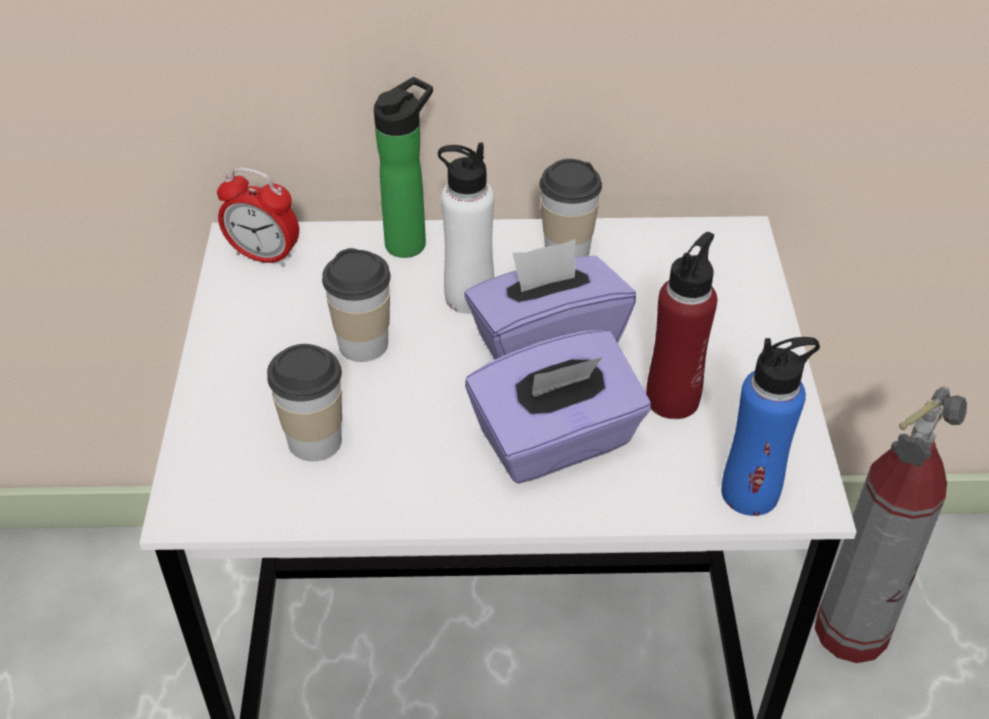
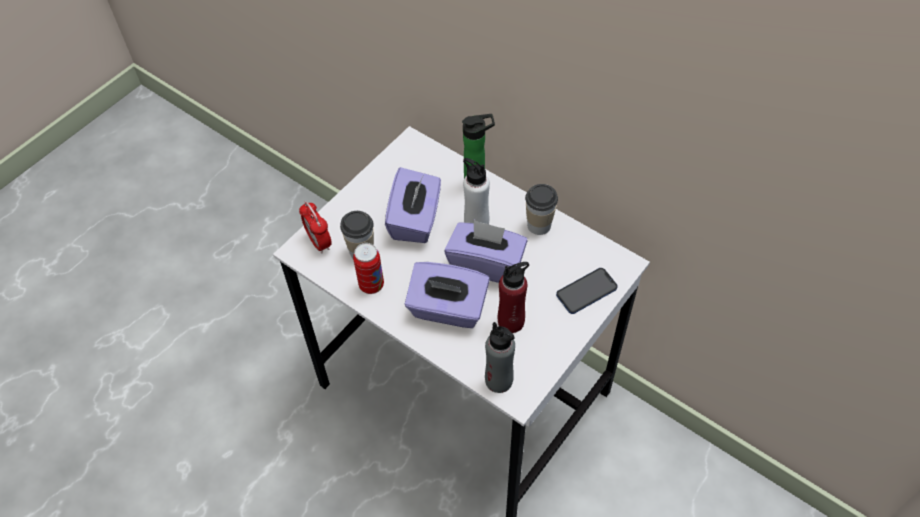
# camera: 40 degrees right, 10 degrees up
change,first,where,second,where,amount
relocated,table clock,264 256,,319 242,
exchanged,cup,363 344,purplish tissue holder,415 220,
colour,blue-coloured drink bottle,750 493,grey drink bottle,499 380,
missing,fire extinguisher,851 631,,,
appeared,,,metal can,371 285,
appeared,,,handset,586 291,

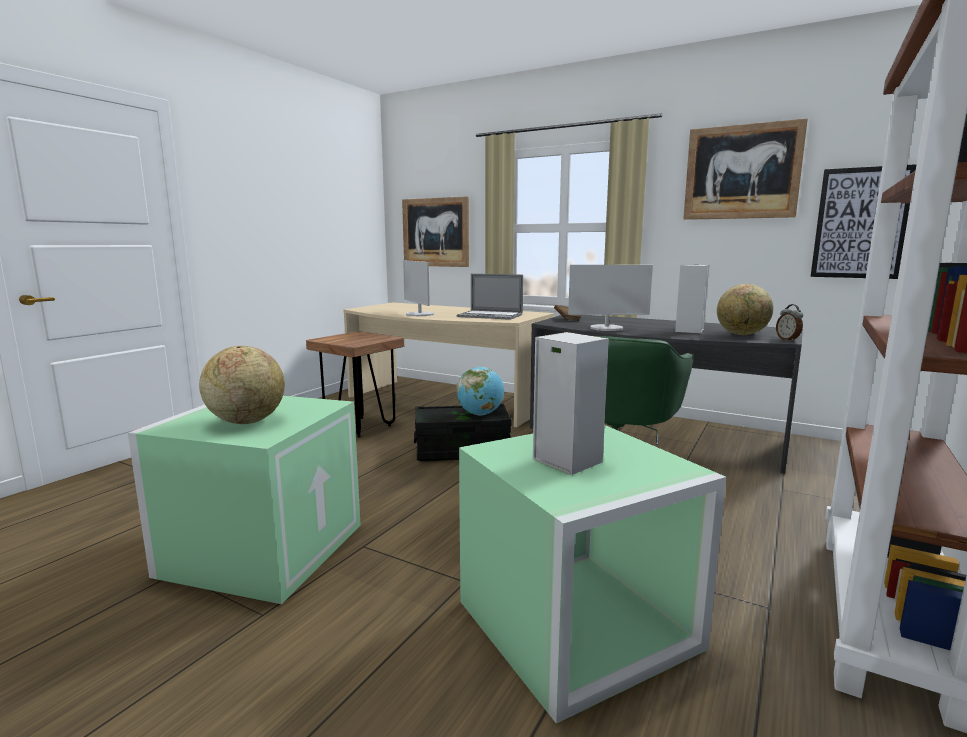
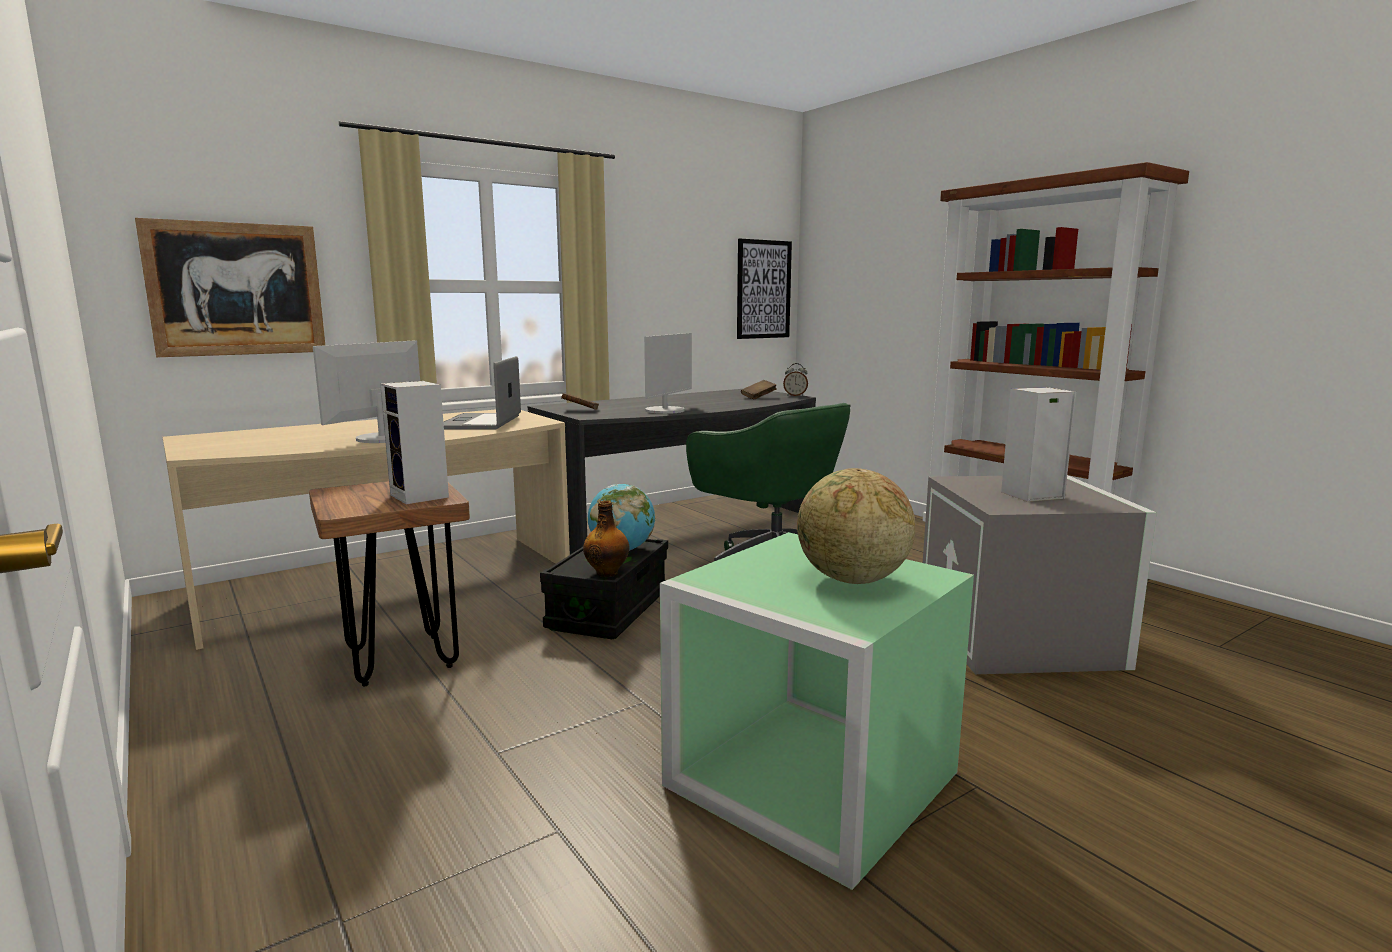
# camera: 65 degrees left, 0 degrees up
change,first,where,second,where,amount
missing,wall art,741 172,,,
spun,computer screen,419 314,,381 438,120 degrees clockwise
relocated,speaker,690 331,,421 496,
spun,notebook computer,490 316,,480 422,135 degrees clockwise
exchanged,desk globe,742 334,brown-coloured volume,758 397,
colour,green storage bin,576 626,grey storage bin,1021 638,
appeared,,,drink bottle,607 573,

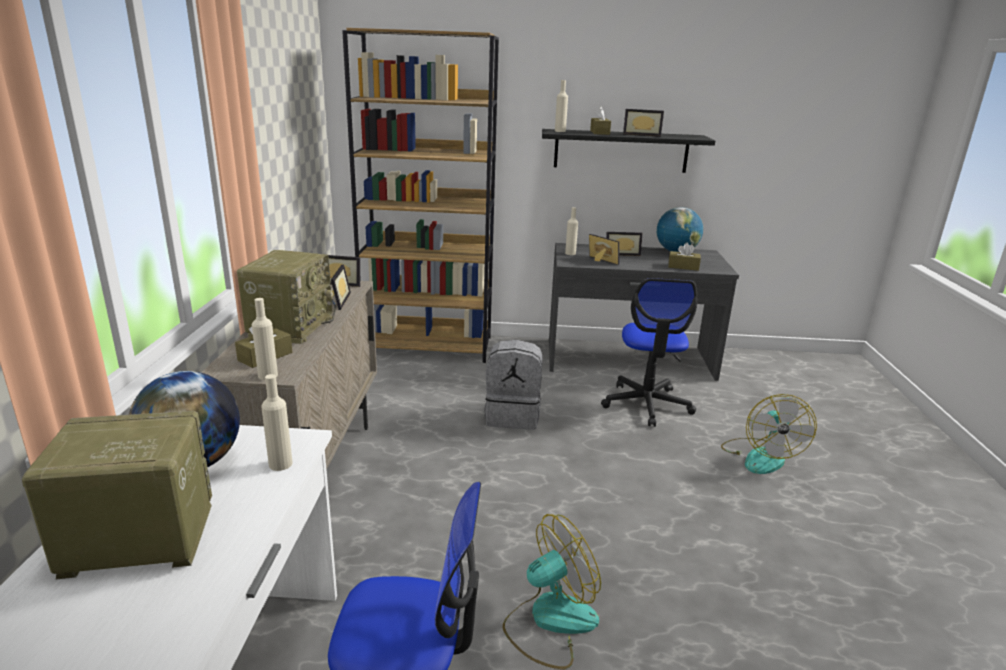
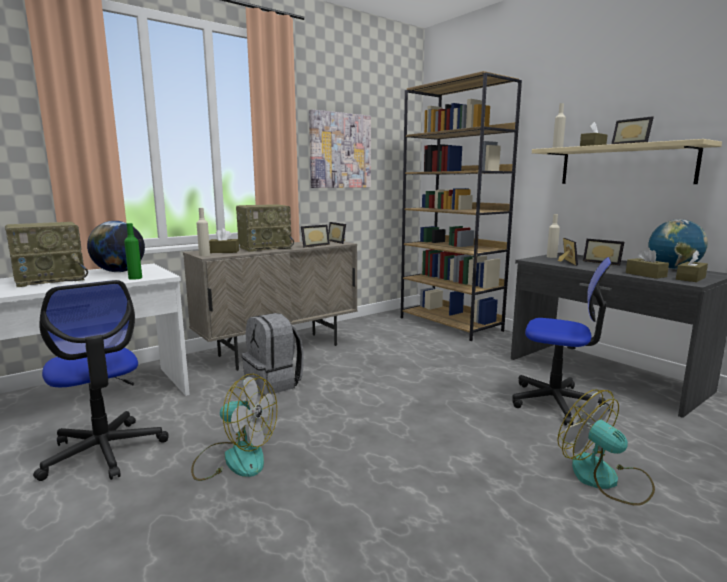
# camera: 50 degrees right, 10 degrees down
change,first,where,second,where,amount
colour,black bracket shelf,621 151,sand-coloured bracket shelf,625 165,
spun,office chair,646 404,,556 402,120 degrees counterclockwise
relocated,grey knapsack,513 416,,274 383,
colour,sand-coloured drink bottle,280 464,green drink bottle,135 278,
spun,fan,761 456,,605 479,90 degrees clockwise
spun,radio,136 541,,51 279,105 degrees clockwise
appeared,,,wall art,340 150,
appeared,,,brown-coloured tissue holder,690 278,

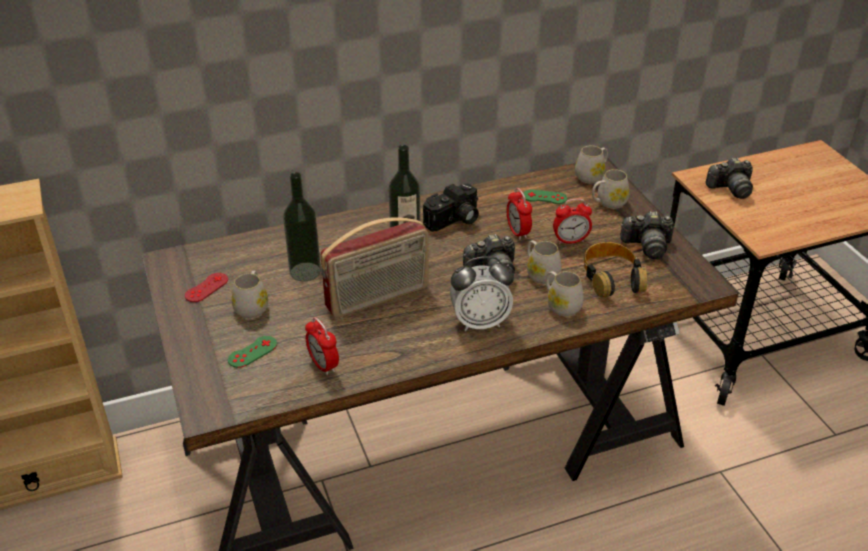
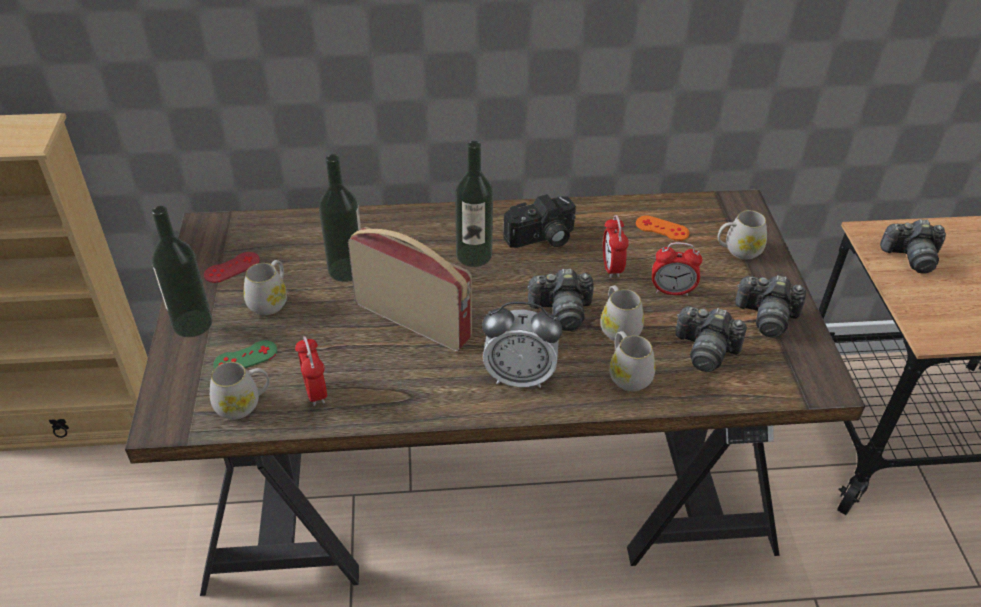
# camera: 15 degrees right, 5 degrees up
change,first,where,second,where,amount
relocated,whitish coffee mug,591 176,,243 404,
colour,green joypad,544 197,orange-coloured joypad,662 228,
spun,radio,378 298,,413 320,135 degrees counterclockwise
exchanged,pair of headphones,612 277,photo camera,705 350,
appeared,,,drink bottle,192 323,

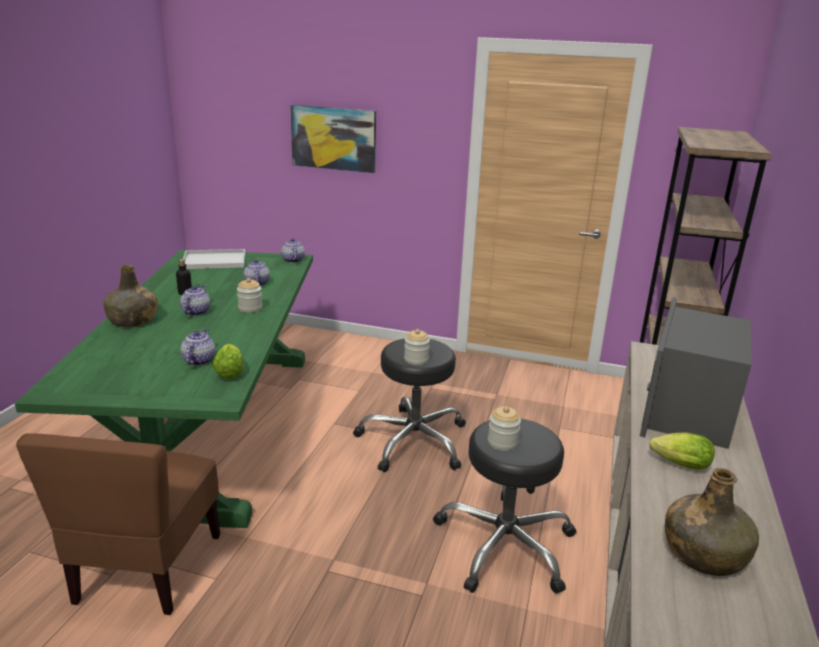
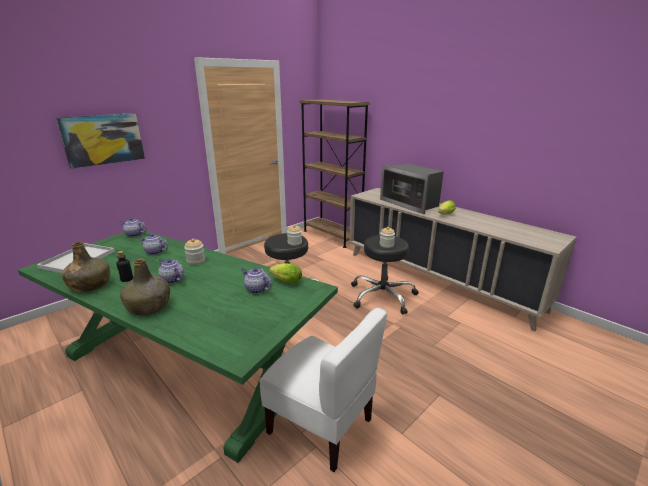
# camera: 60 degrees left, 0 degrees up
change,first,where,second,where,amount
colour,brown-coloured upright chair,147 568,whitish upright chair,321 425,
relocated,green drink bottle,703 554,,90 285,

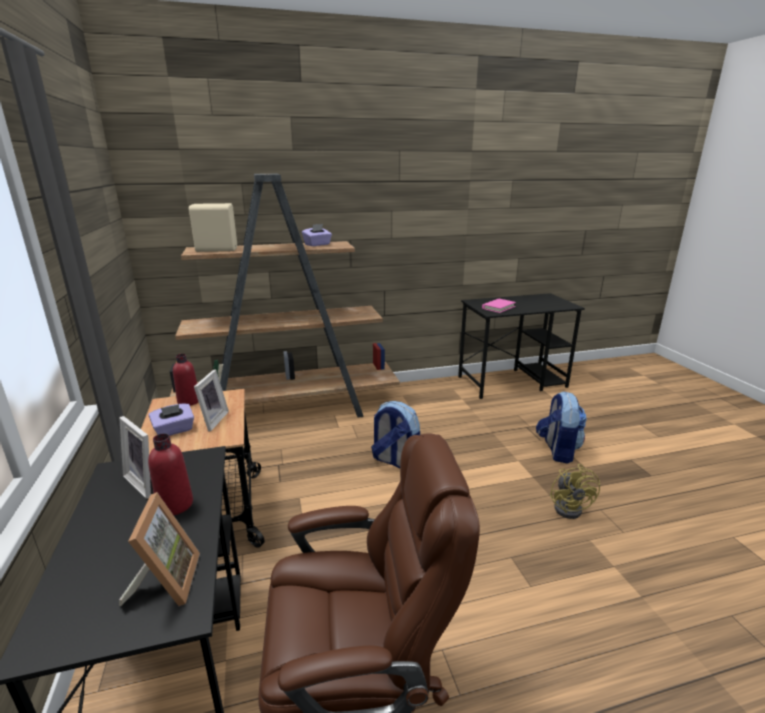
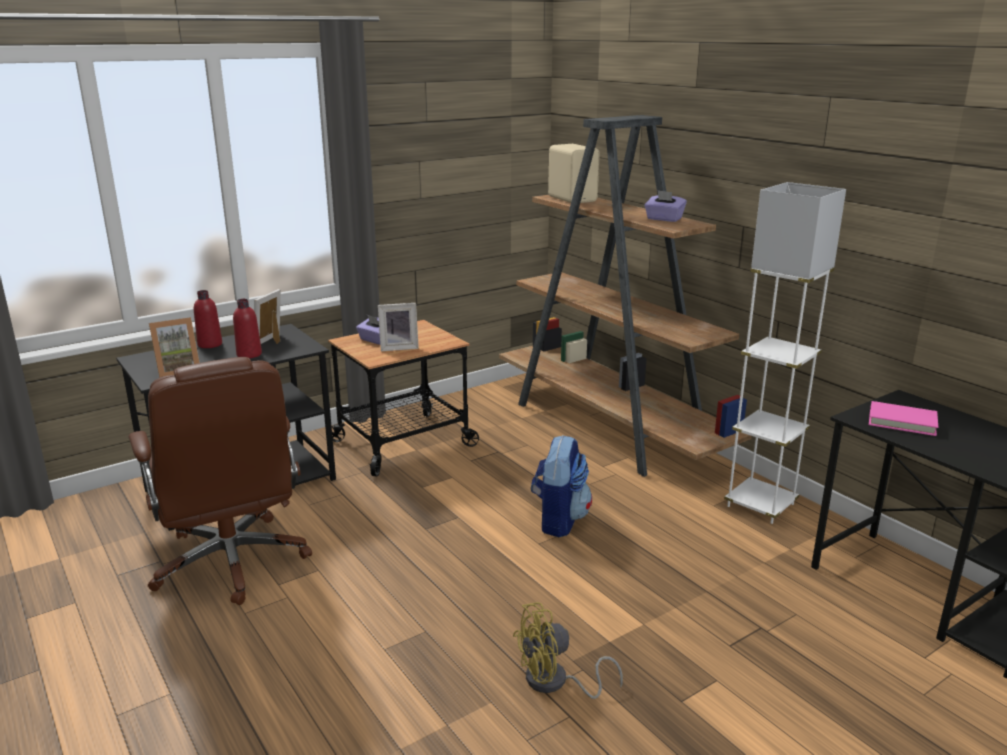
# camera: 70 degrees right, 0 degrees up
change,first,where,second,where,amount
relocated,red-coloured drink bottle,189 401,,210 344,
missing,knapsack,557 450,,,
appeared,,,whitish standard lamp,760 505,

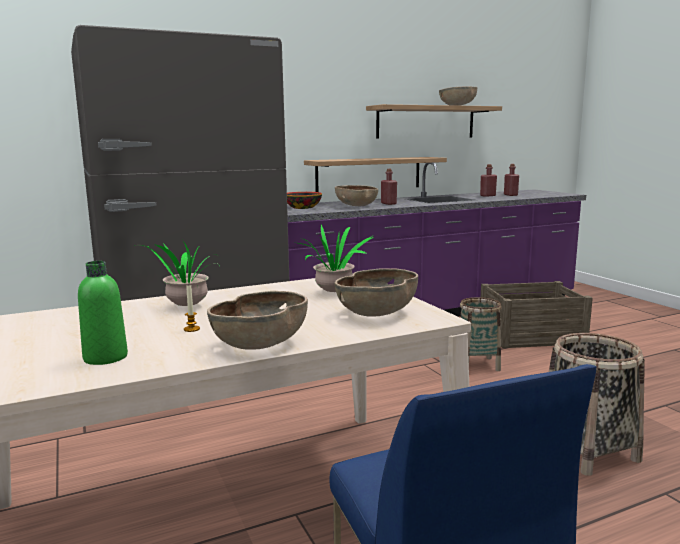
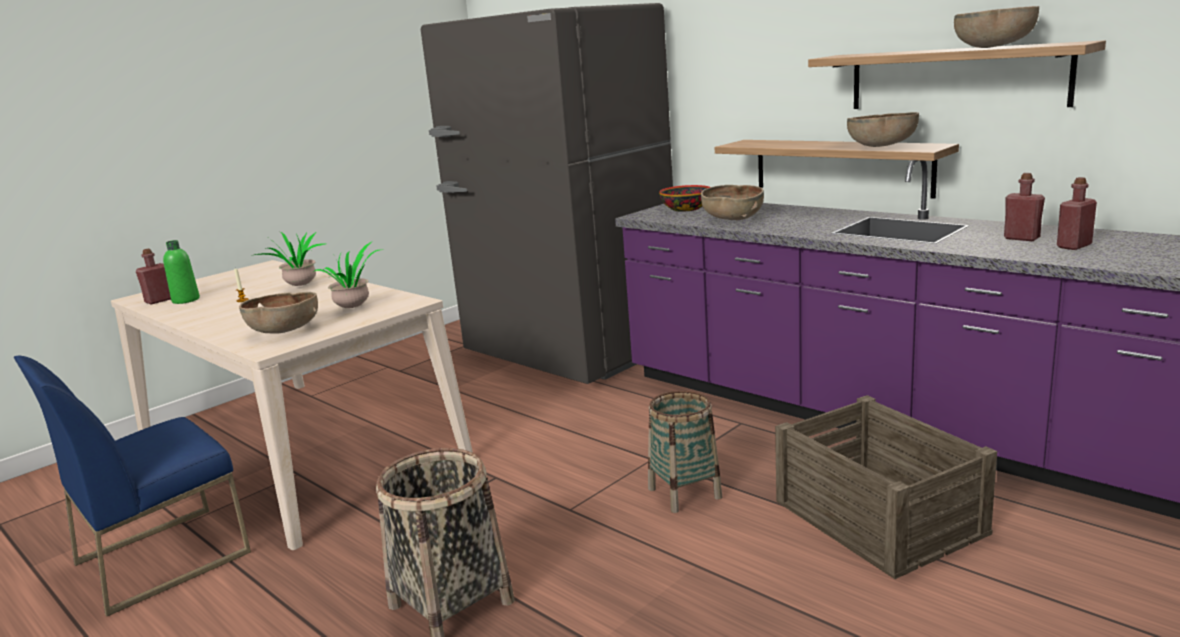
# camera: 70 degrees right, 5 degrees up
change,first,where,second,where,amount
relocated,red-coloured drink bottle,388 203,,159 300,
relocated,brown-coloured serving bowl,260 345,,882 146,

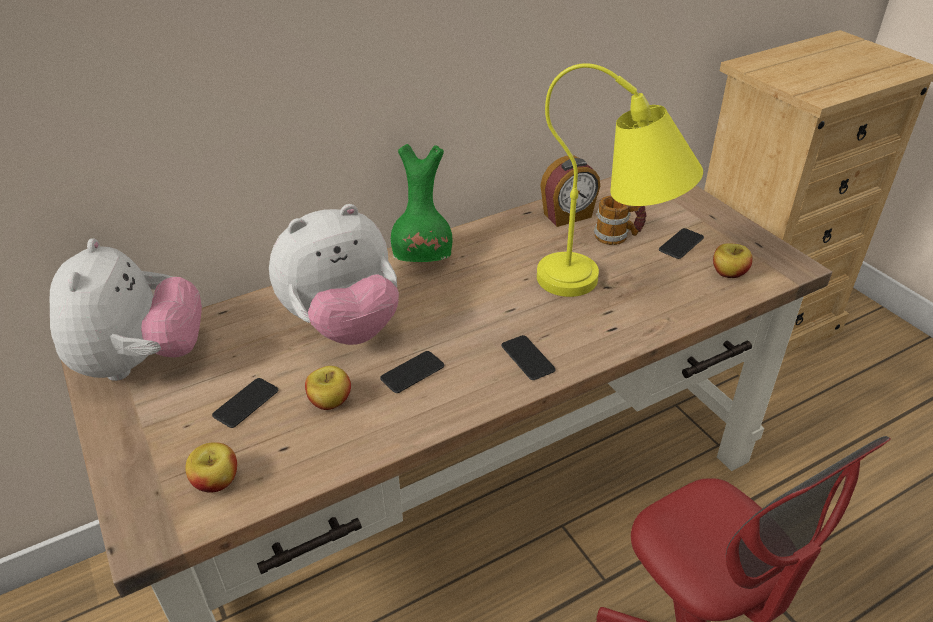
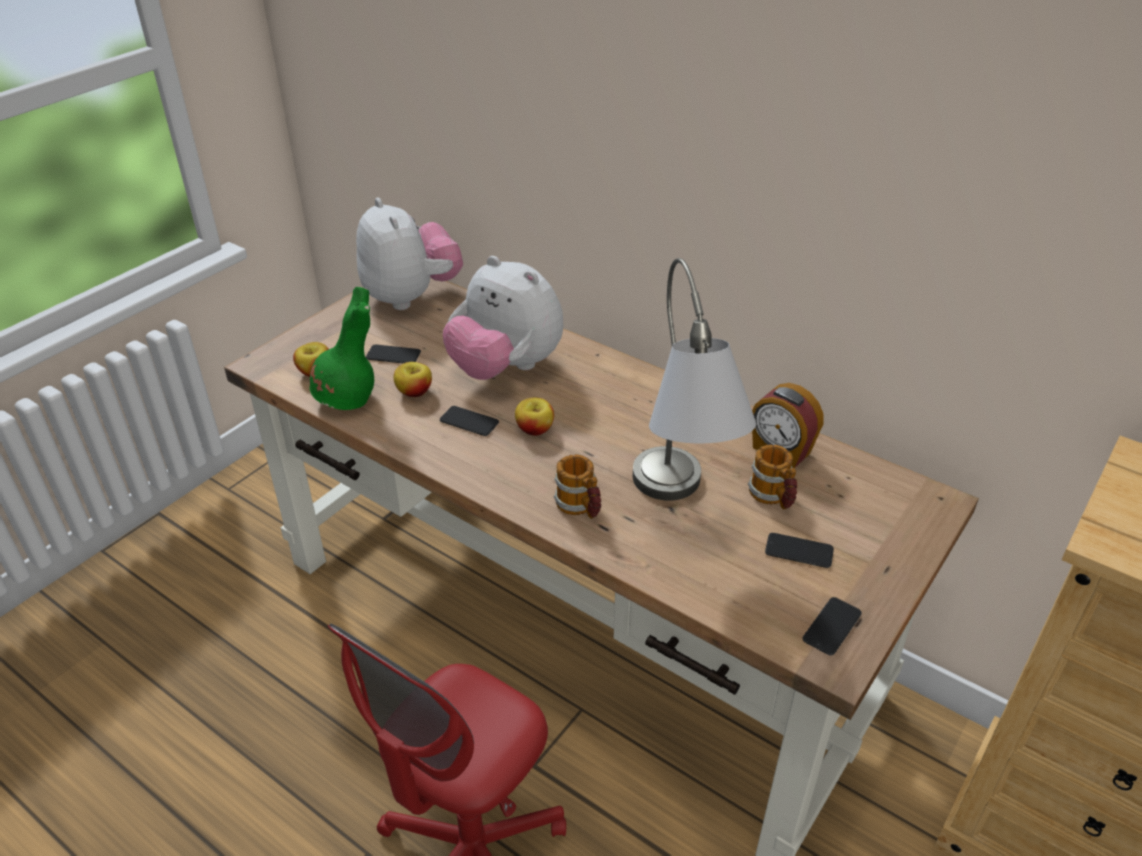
# camera: 65 degrees right, 0 degrees up
change,first,where,second,where,amount
colour,yellow table lamp,610 283,grey table lamp,679 509,
relocated,green decorative vase,424 258,,348 400,
spun,cuddly toy,142 362,,411 297,90 degrees counterclockwise
relocated,apple,728 273,,535 429,
relocated,handset,527 358,,832 627,
appeared,,,coffee mug,580 507,

